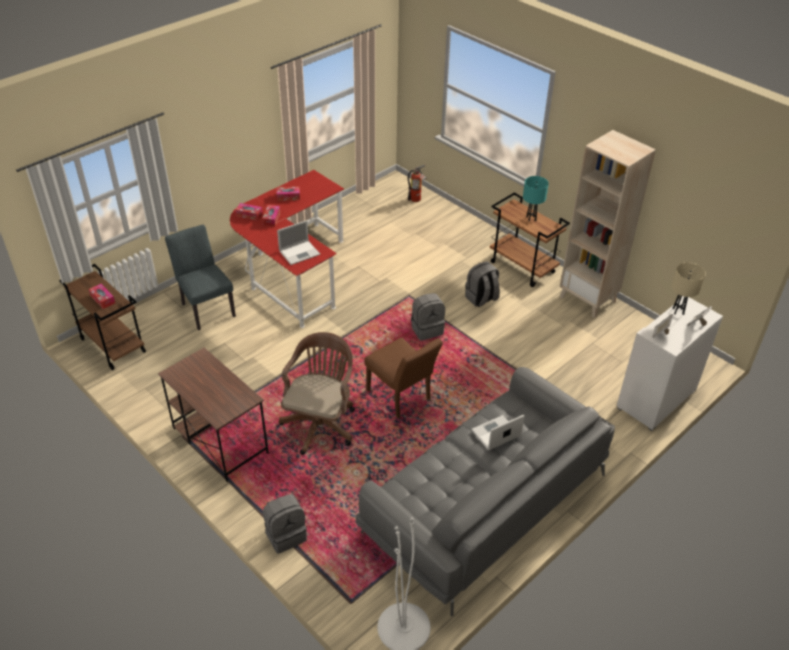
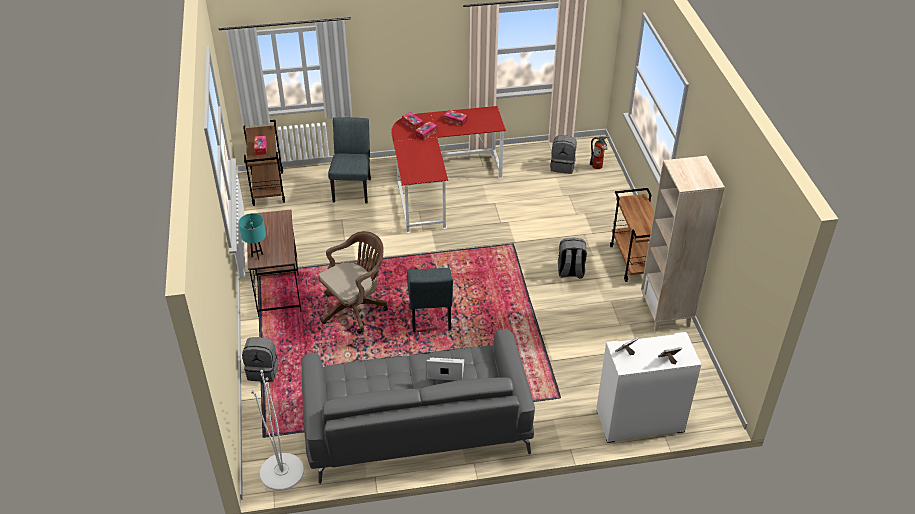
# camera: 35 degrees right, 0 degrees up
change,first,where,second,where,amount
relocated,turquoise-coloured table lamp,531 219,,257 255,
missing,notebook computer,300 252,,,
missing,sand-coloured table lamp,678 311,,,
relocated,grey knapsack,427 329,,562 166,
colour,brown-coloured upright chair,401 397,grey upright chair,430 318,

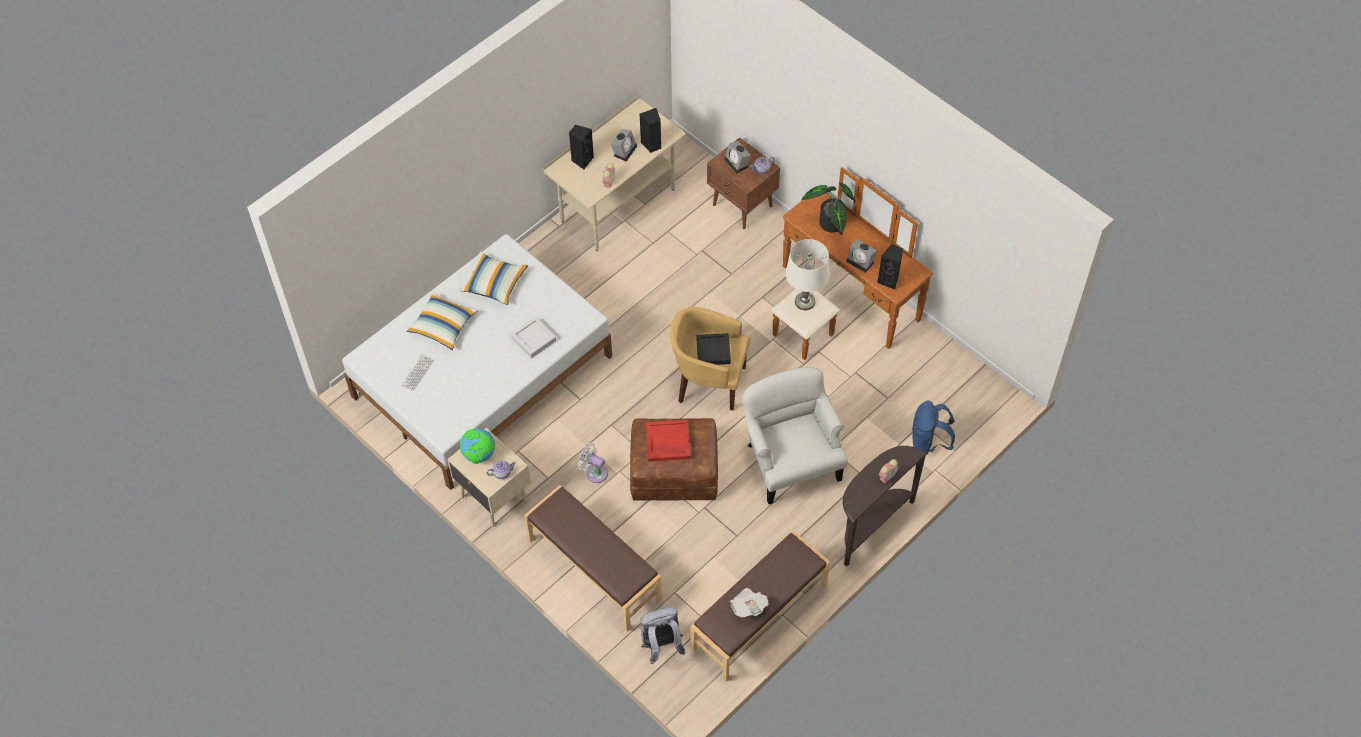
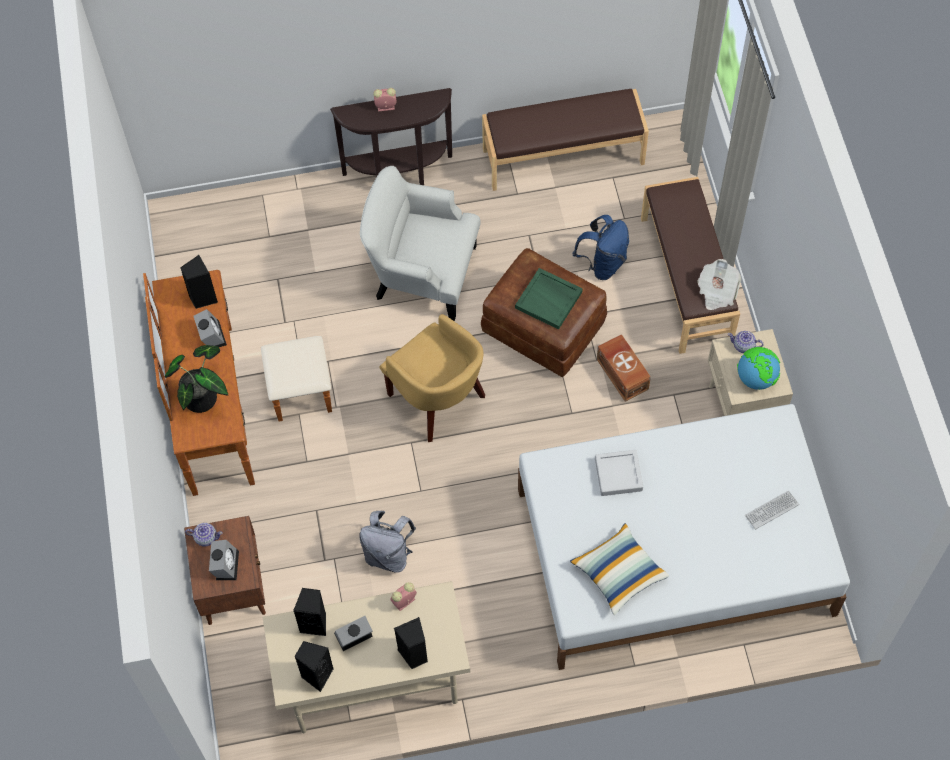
# camera: 145 degrees left, 5 degrees up
change,first,where,second,where,amount
missing,whitish table lamp,804 301,,,
missing,throw pillow,443 326,,,
missing,black tray,713 351,,,
spun,whitish armchair,790 460,,422 274,90 degrees clockwise
relocated,blue-coloured knapsack,928 443,,603 263,
colour,red-coloured tray,667 442,green tray,549 300,
exchanged,whitish fan,594 472,brown-coloured storage bin,622 373,
relocated,newspaper,748 607,,717 292,
relocated,grey knapsack,661 646,,388 554,
appeared,,,black speaker,316 675,

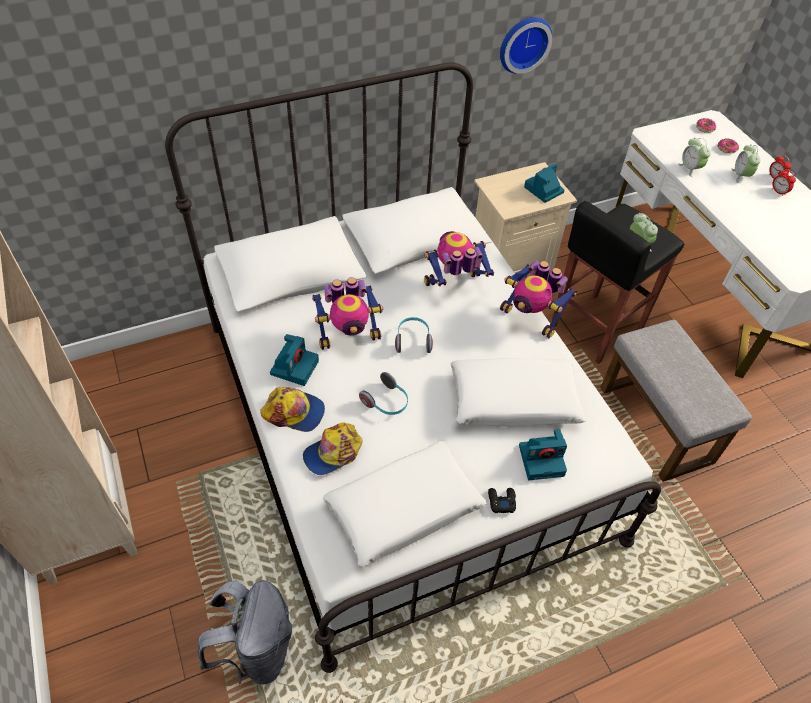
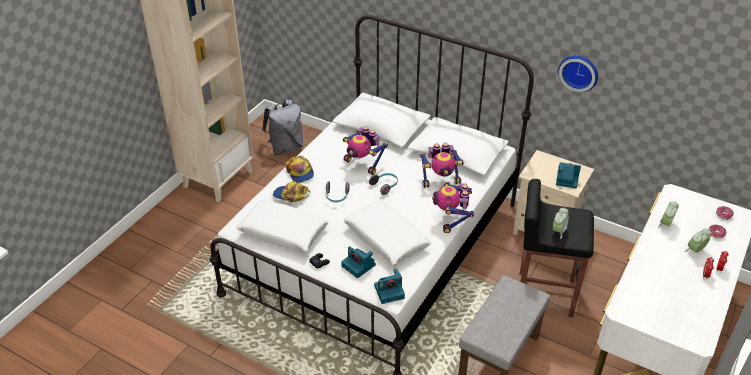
# camera: 55 degrees right, 10 degrees down
change,first,where,second,where,amount
spun,model robot,454 285,,440 181,135 degrees clockwise
relocated,photo camera,294 366,,389 291,
relocated,grey knapsack,257 649,,285 147,

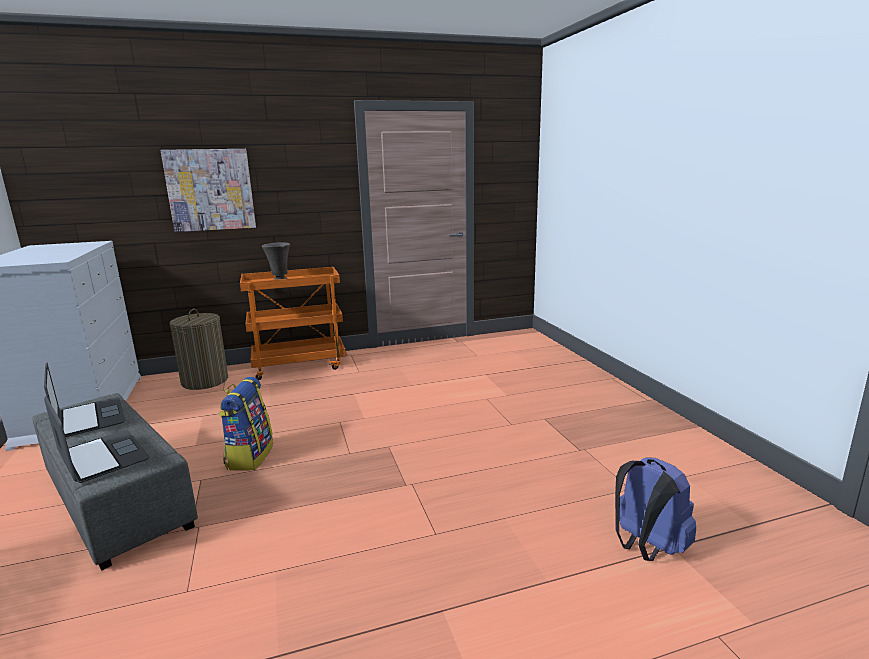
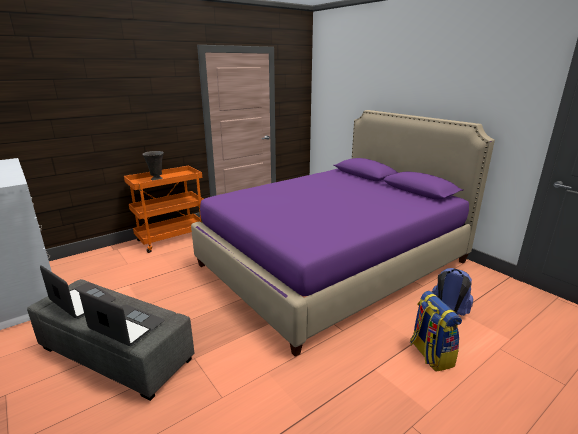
# camera: 20 degrees left, 5 degrees up
change,first,where,second,where,amount
missing,wall art,210 190,,,
missing,hamper,205 381,,,
relocated,knapsack,249 456,,430 354,
appeared,,,purplish bed,333 263,

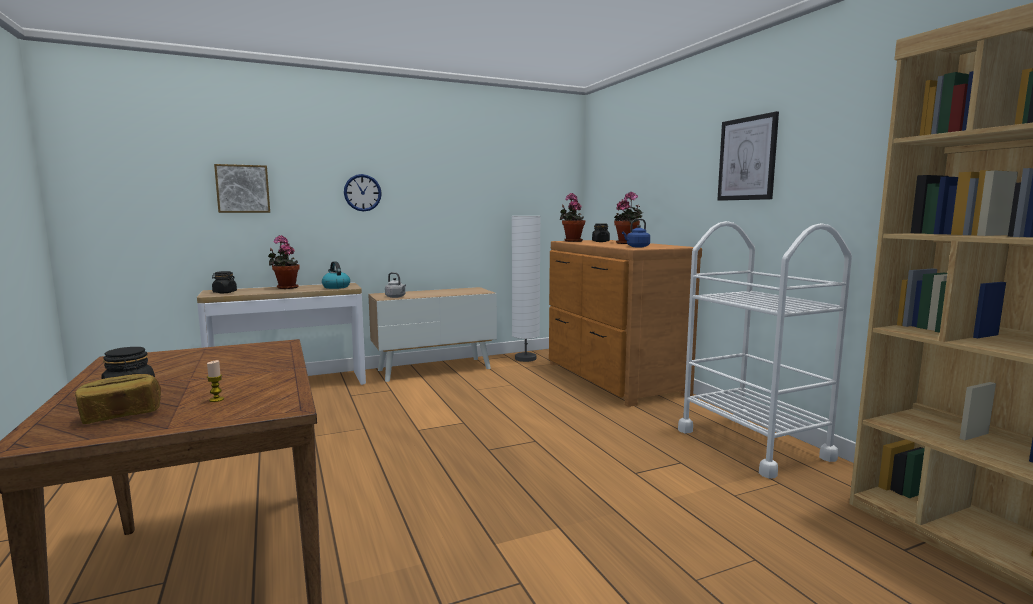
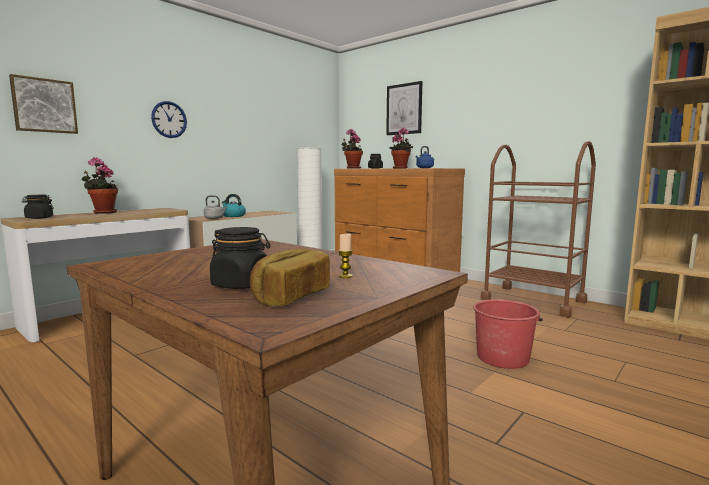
# camera: 25 degrees left, 0 degrees up
change,first,where,second,where,amount
relocated,wall art,747 159,,404 109,
colour,whitish cart,752 444,brown-coloured cart,533 300,
relocated,tea kettle,336 287,,233 216,
appeared,,,red-coloured pail,502 357,

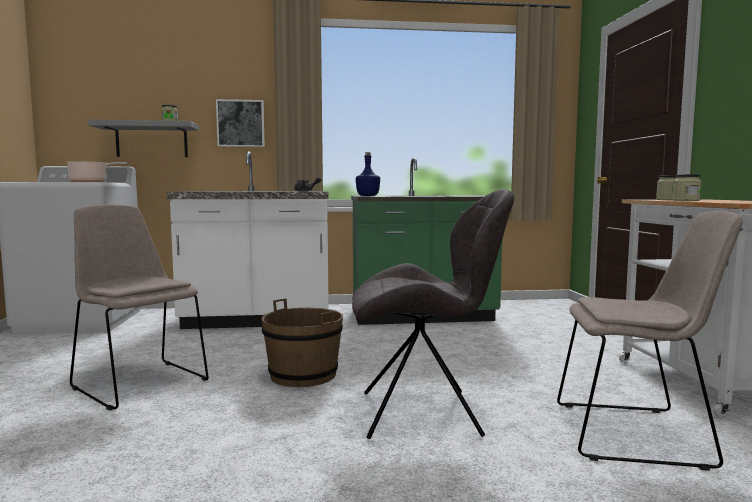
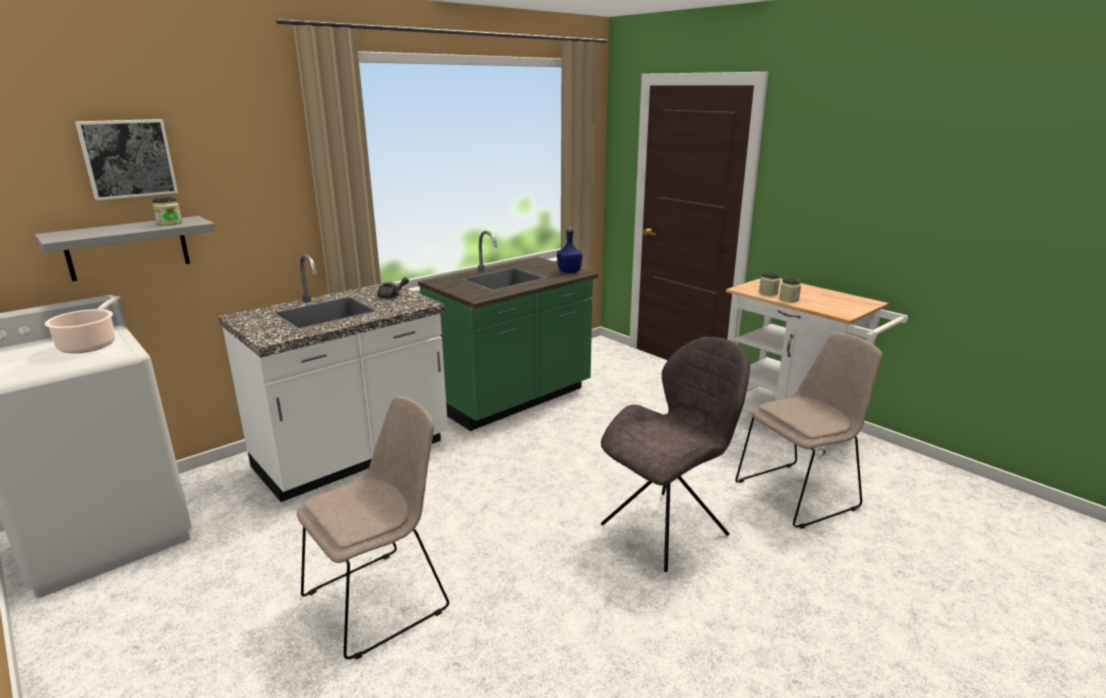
# camera: 35 degrees left, 15 degrees up
change,first,where,second,where,amount
relocated,wall art,240 123,,128 158,
relocated,blue-coloured drink bottle,368 196,,569 271,
spun,sand-coloured upright chair,139 382,,380 599,135 degrees clockwise
missing,brown-coloured pail,303 375,,,

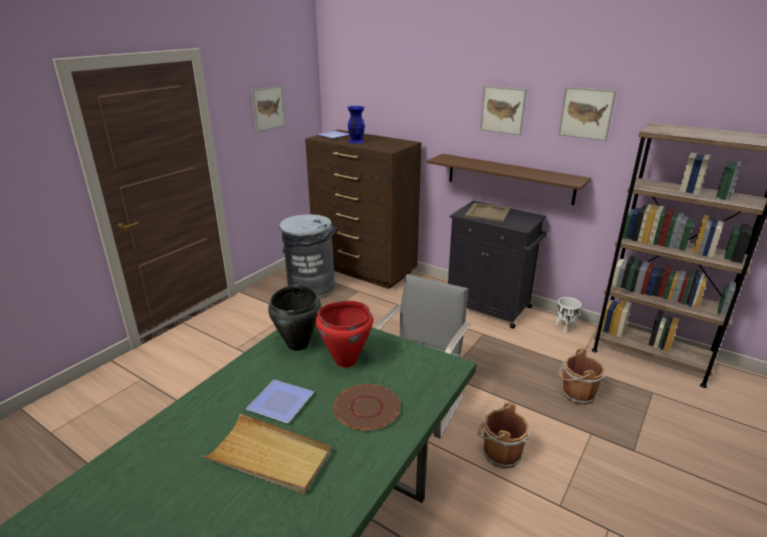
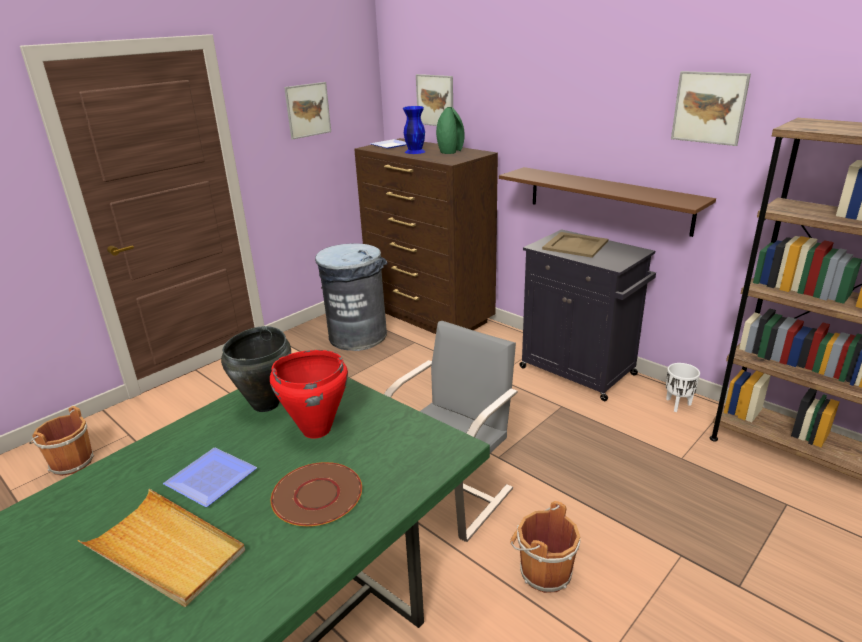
# camera: 10 degrees right, 0 degrees up
change,first,where,second,where,amount
relocated,wall art,502 110,,435 100,
relocated,brown-coloured pail,576 394,,70 462,
appeared,,,green decorative vase,450 152,

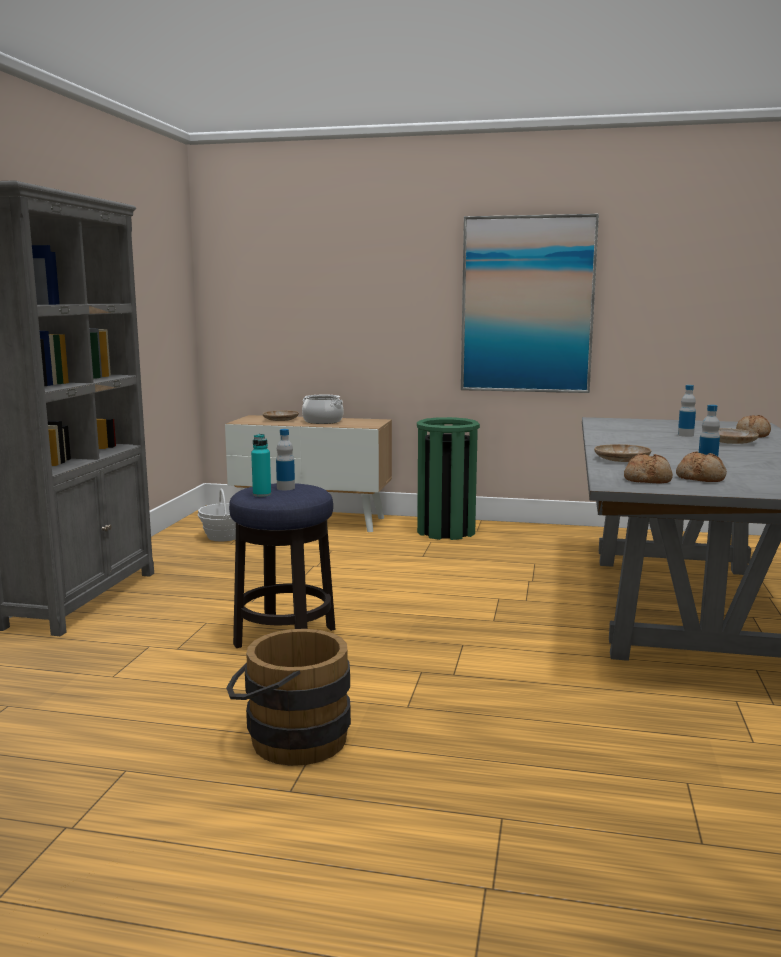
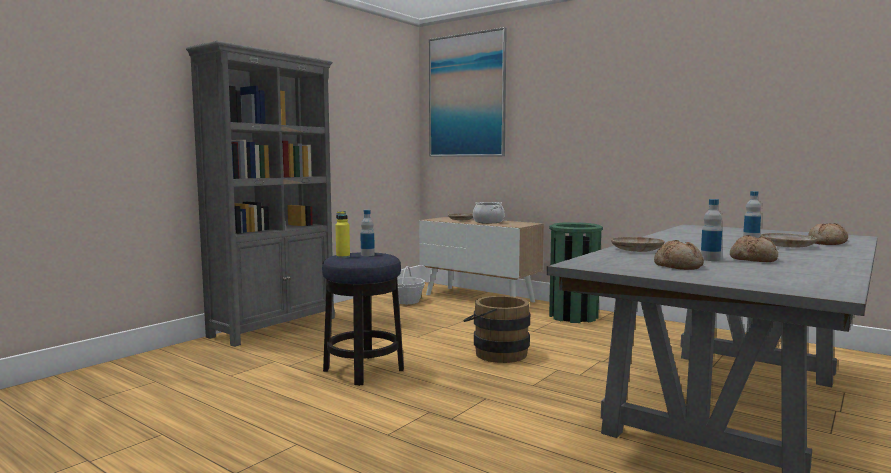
# camera: 25 degrees right, 5 degrees down
change,first,where,second,where,amount
relocated,wall art,527 305,,466 96,
colour,turquoise-coloured drink bottle,262 494,yellow drink bottle,343 257,
relocated,baked bread,648 480,,753 259,
relocated,brown-coloured pail,289 739,,495 353,

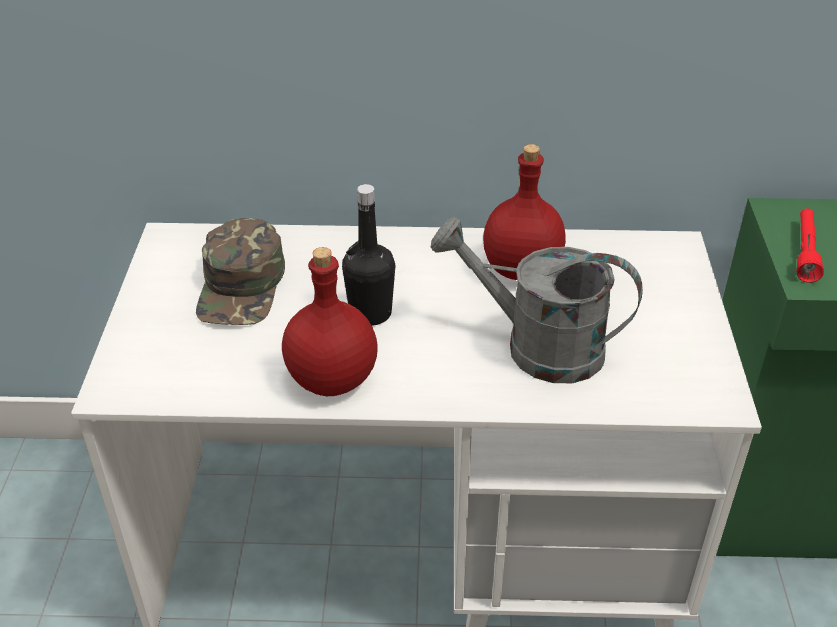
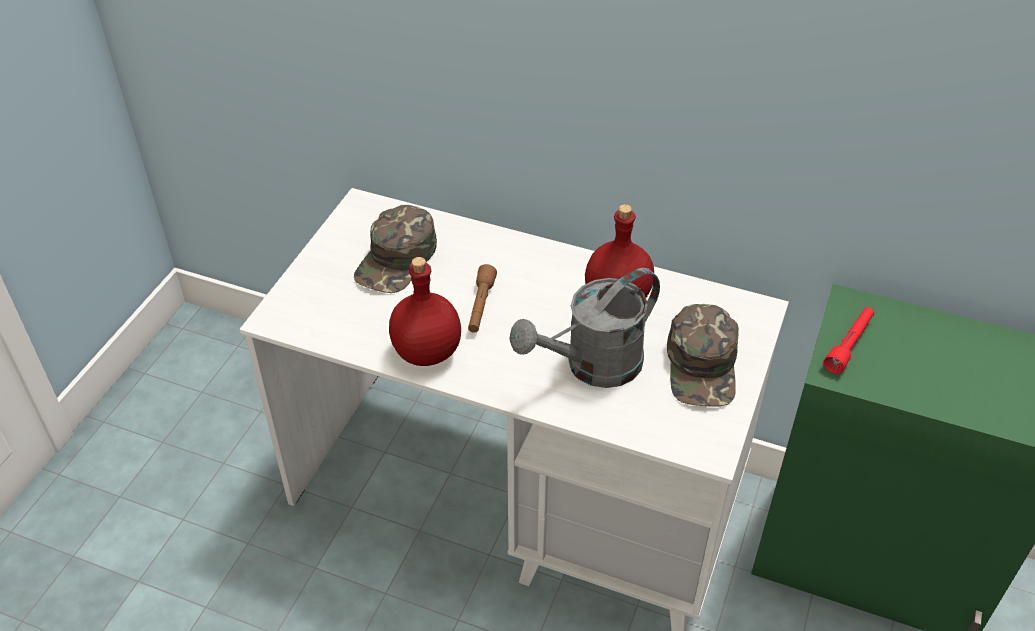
# camera: 20 degrees right, 5 degrees up
change,first,where,second,where,amount
exchanged,black drink bottle,370 313,brown-coloured hand torch,480 306,
spun,grey watering can,536 347,,592 367,75 degrees counterclockwise
appeared,,,green baseball cap,703 365,

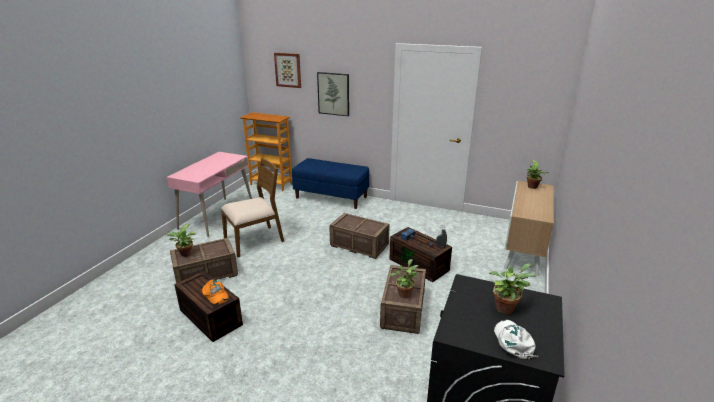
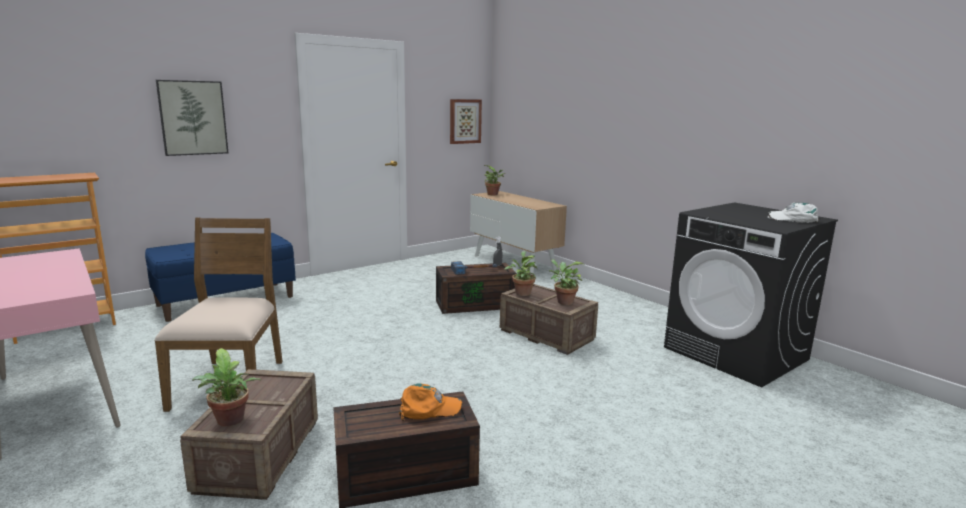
# camera: 60 degrees left, 10 degrees down
change,first,where,second,where,amount
relocated,wall art,288 70,,464 121,
missing,packing crate,359 245,,,
relocated,potted plant,505 307,,522 292,

